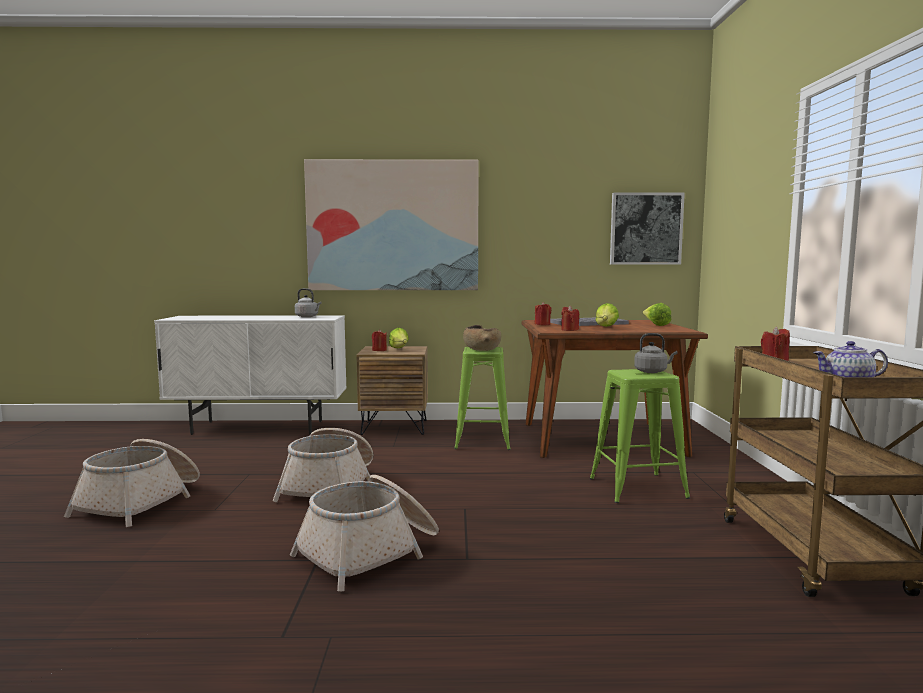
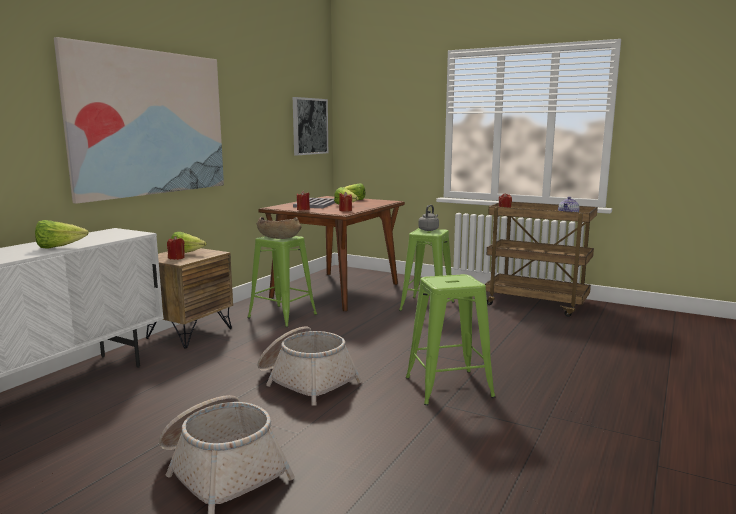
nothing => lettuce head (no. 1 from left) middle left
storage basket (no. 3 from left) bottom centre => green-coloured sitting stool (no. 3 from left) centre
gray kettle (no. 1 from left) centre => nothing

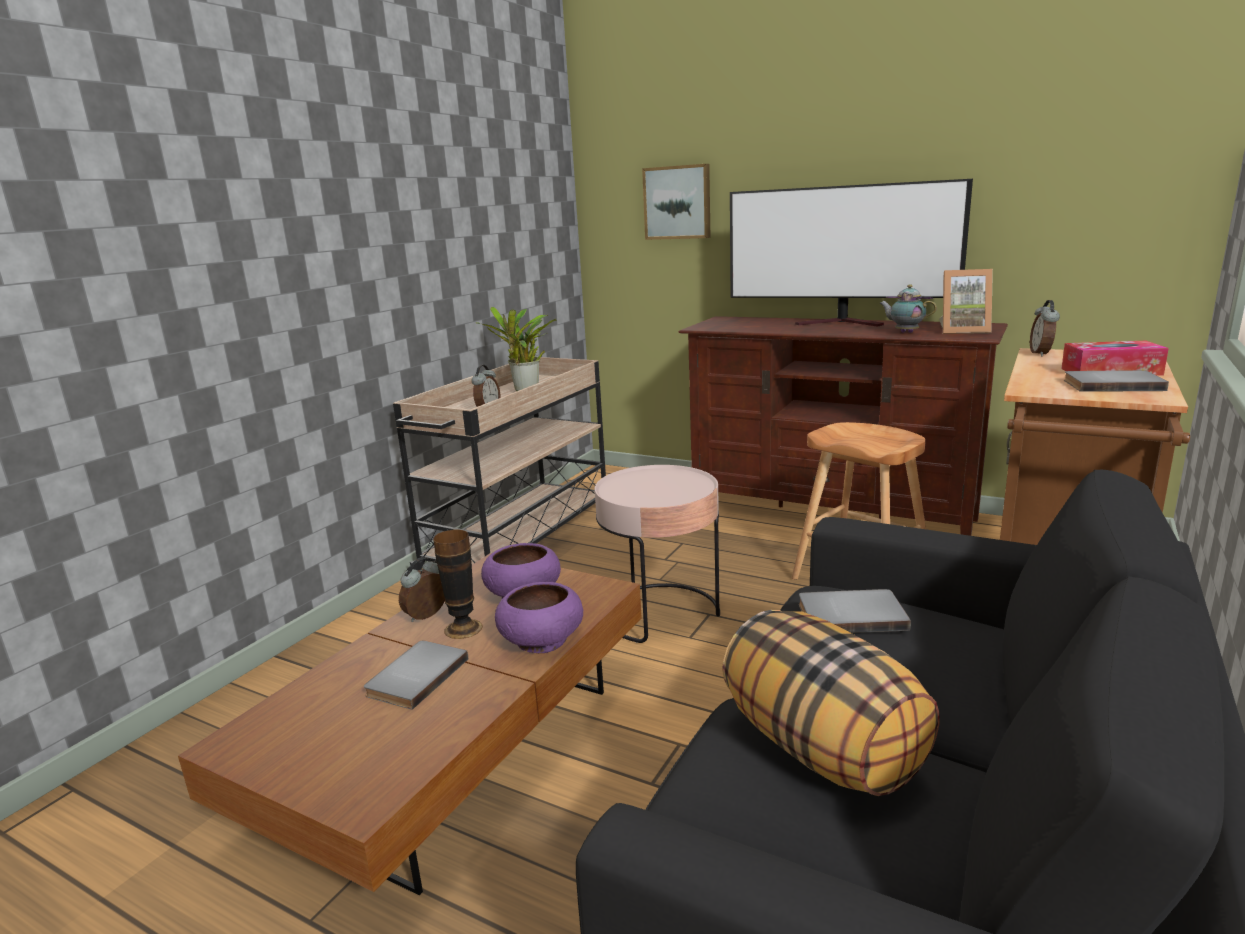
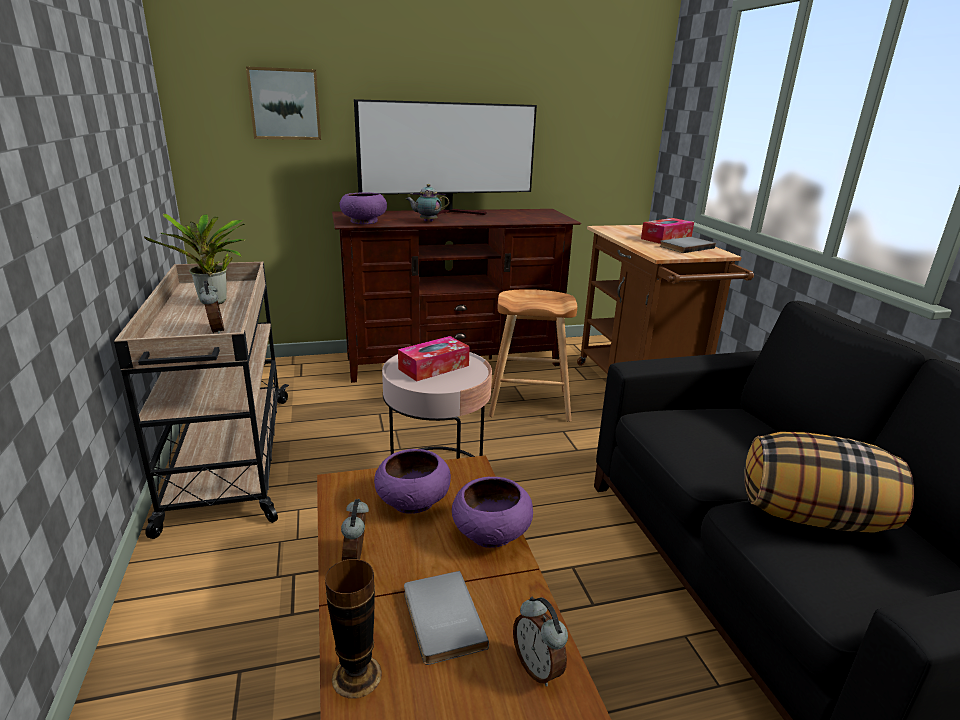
vase centre => vase bottom centre, relocated
nothing => purple-coloured deep dish (no. 1 from left) top centre
nothing => tissue holder (no. 1 from left) centre
tea pot top right => tea pot top centre, relocated
table clock (no. 3 from left) middle right => table clock (no. 3 from left) bottom centre, relocated
gray volume (no. 2 from left) middle right => nothing
standing frame top right => nothing

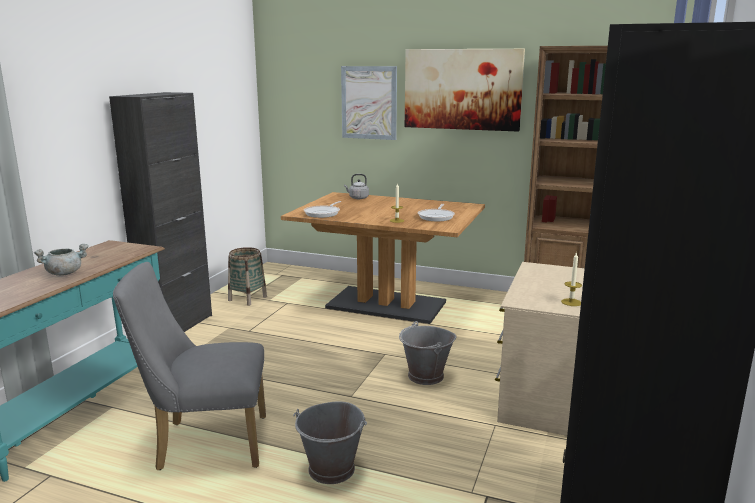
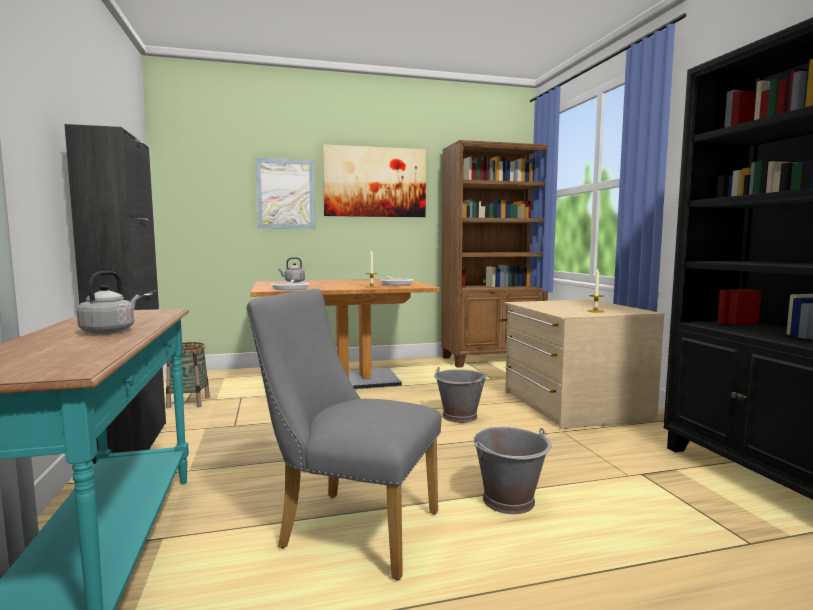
gray cooking pot middle left => gray kettle (no. 1 from left) middle left
gray chair bottom left => gray chair bottom centre, 60 degrees clockwise

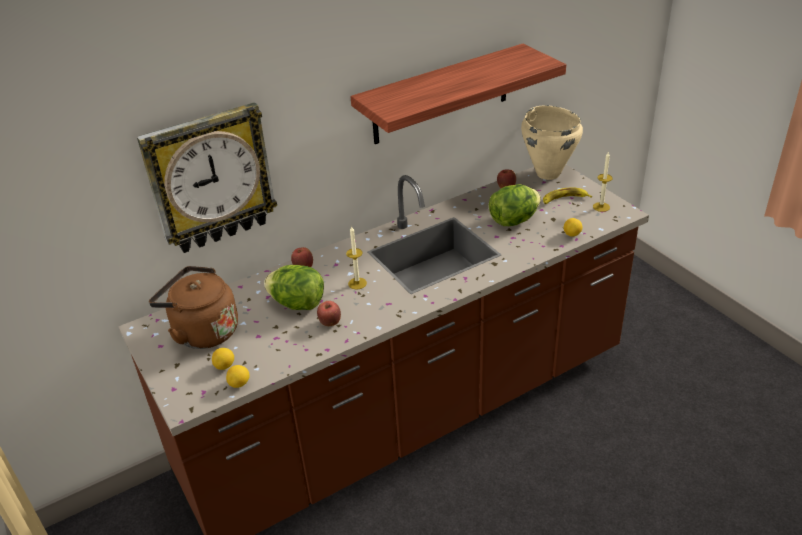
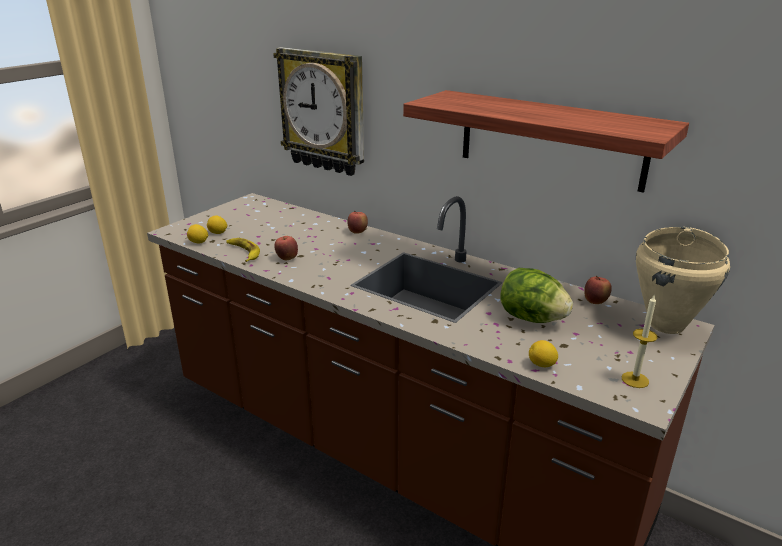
banana fruit middle right => banana fruit middle left, relocated
brown kettle middle left => nothing
lettuce head (no. 1 from left) centre => nothing
candle (no. 1 from left) centre => nothing

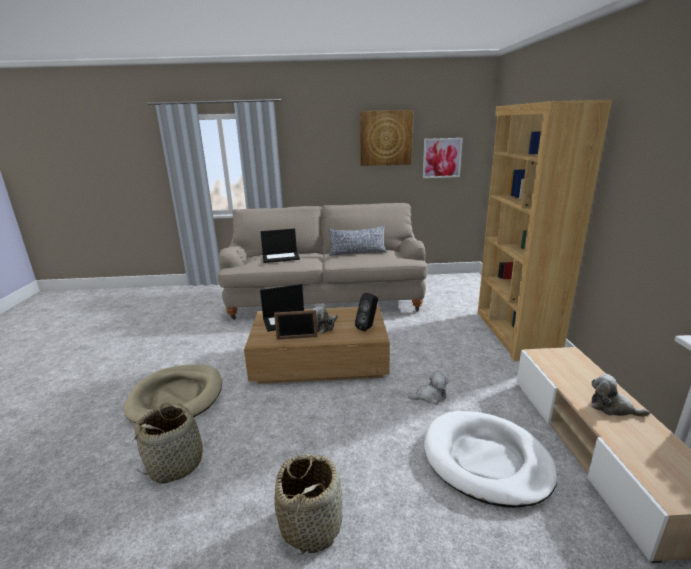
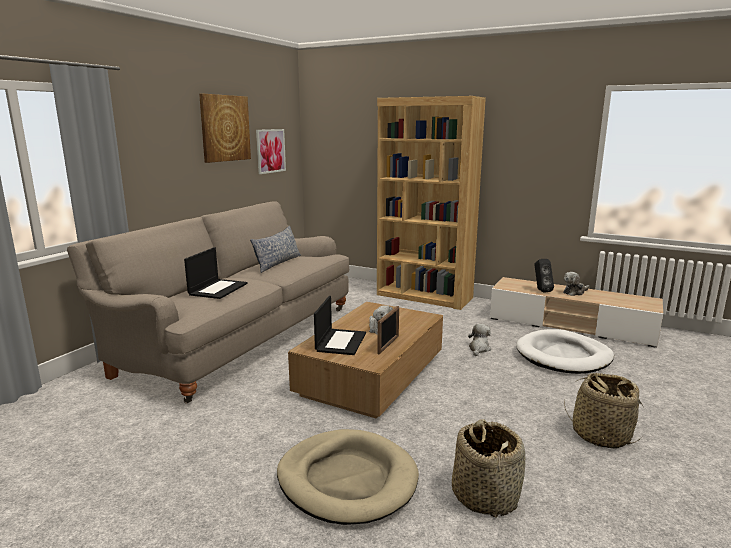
black audio speaker centre => black audio speaker middle right, relocated

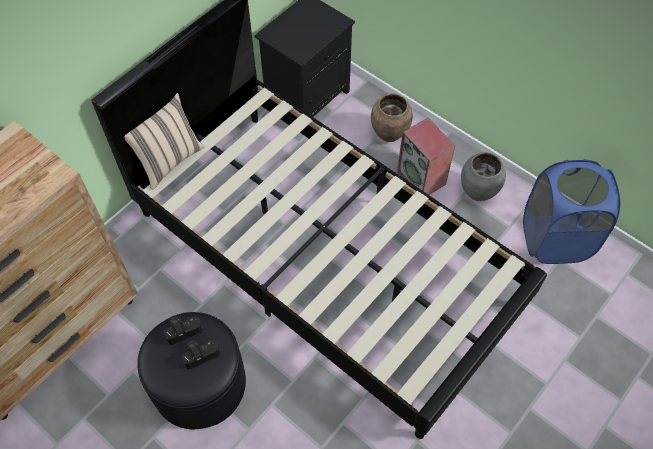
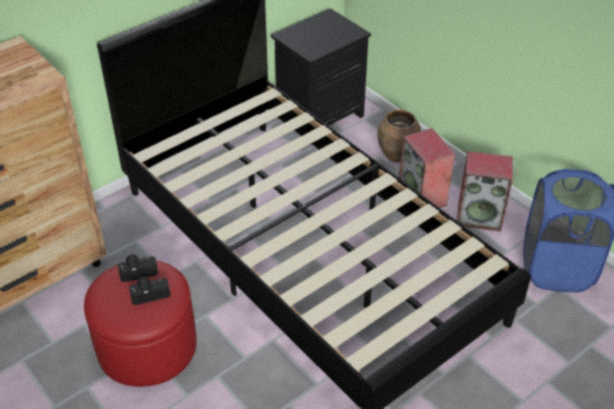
black pouffe bottom left => red-coloured pouffe bottom left
gray vase middle right => audio speaker (no. 2 from left) middle right
beige-coloured throw pillow top left => nothing

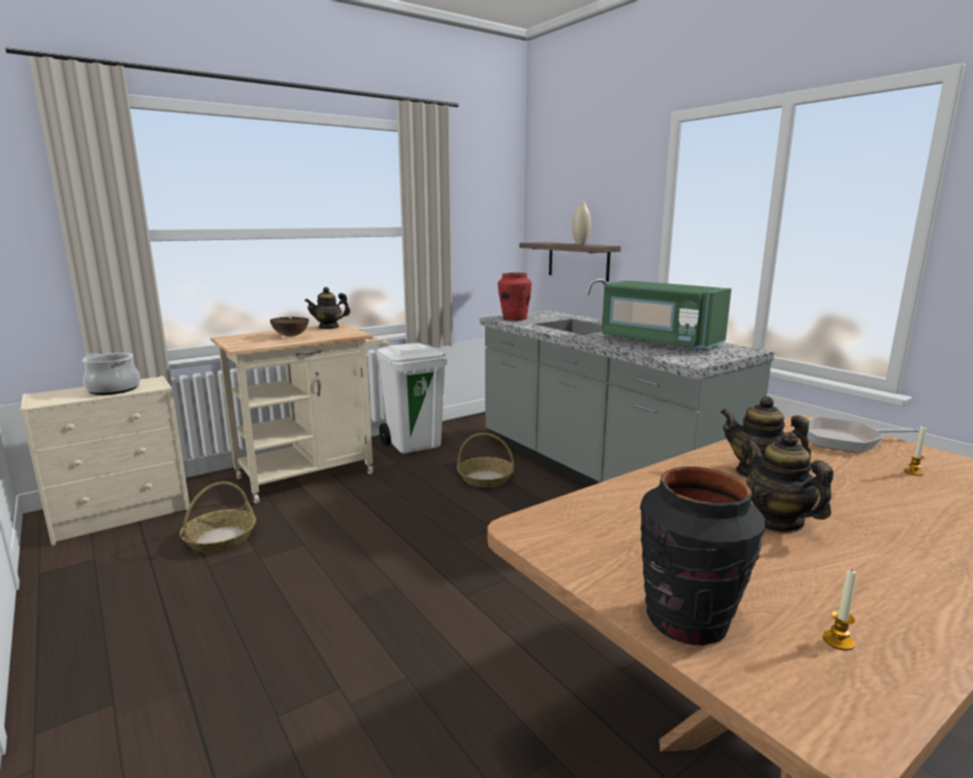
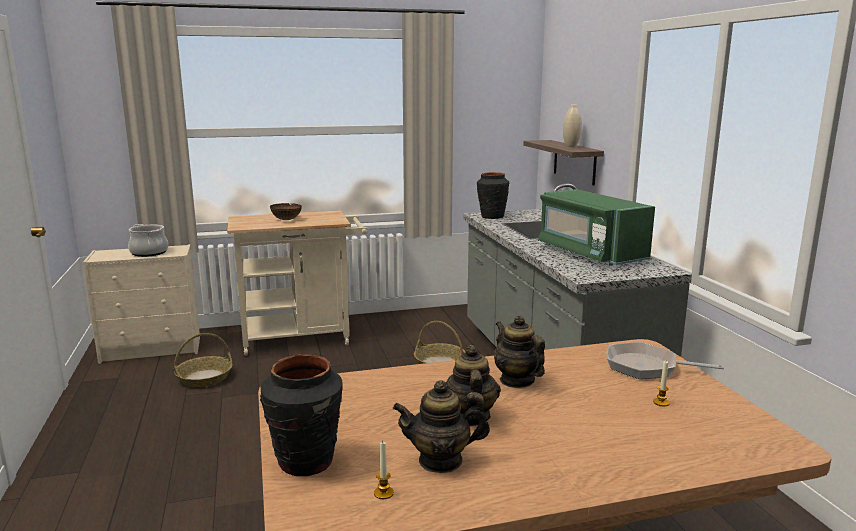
tea pot (no. 1 from left) centre => tea pot (no. 1 from left) bottom centre, relocated
red-coloured vase centre => black vase (no. 2 from left) centre
whitish waste bin centre => nothing

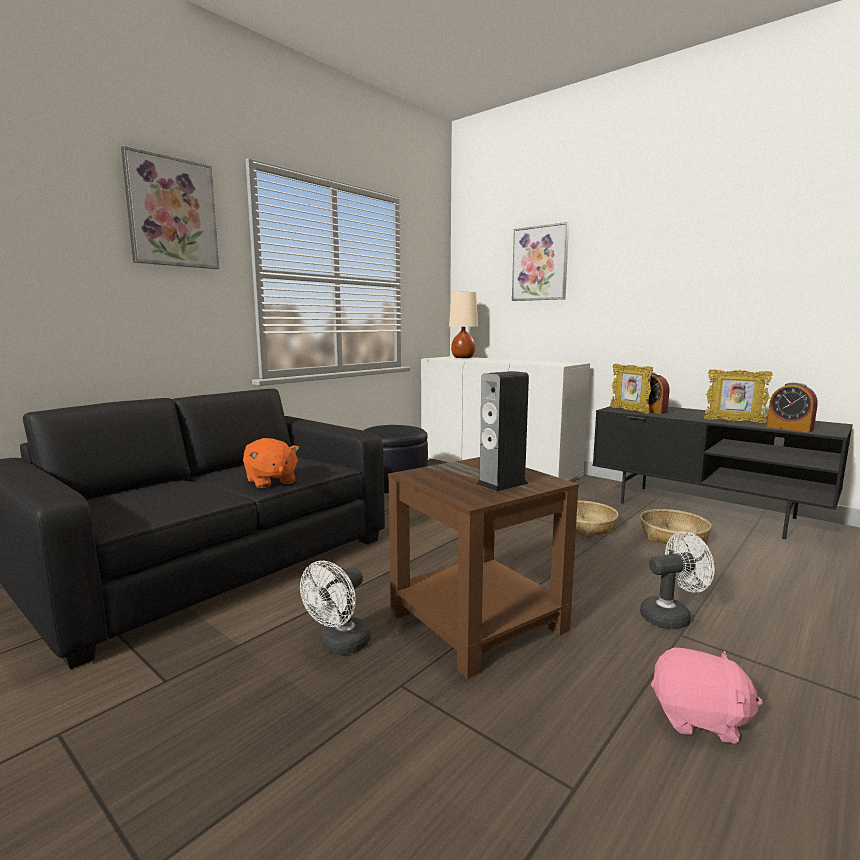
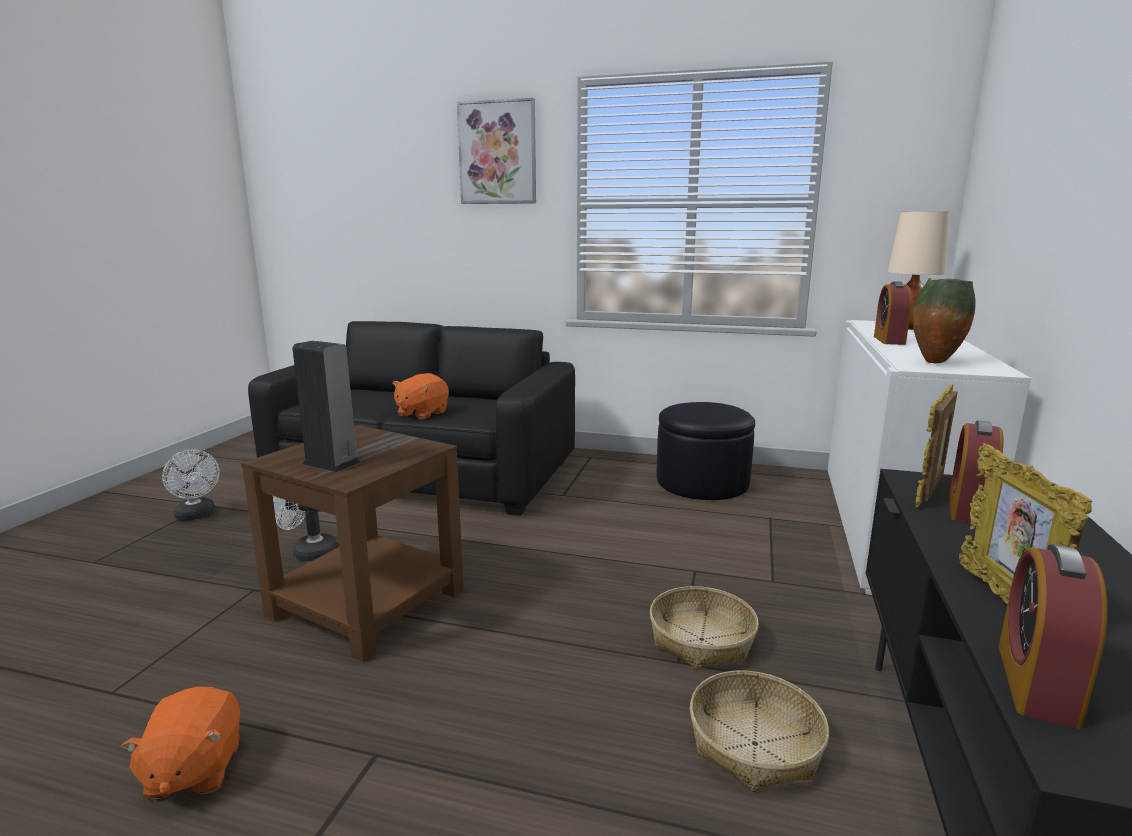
pink soft toy bottom right => orangey soft toy (no. 1 from left) bottom left
whitish fan (no. 2 from left in the first image) bottom right => whitish fan (no. 1 from left) middle left, relocated
nothing => table clock (no. 1 from left) middle right
nothing => vase middle right
wall art (no. 2 from left) top centre => nothing

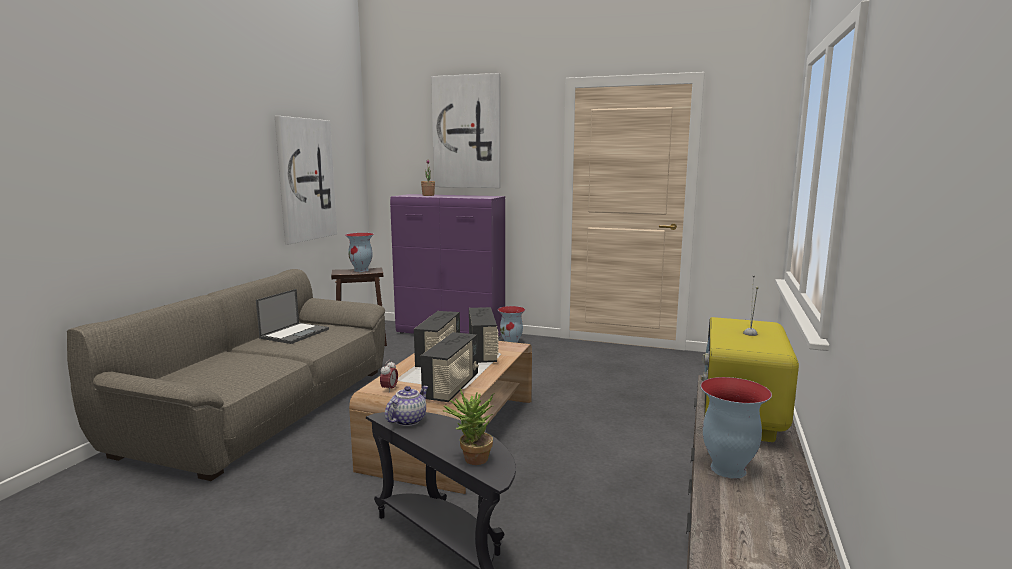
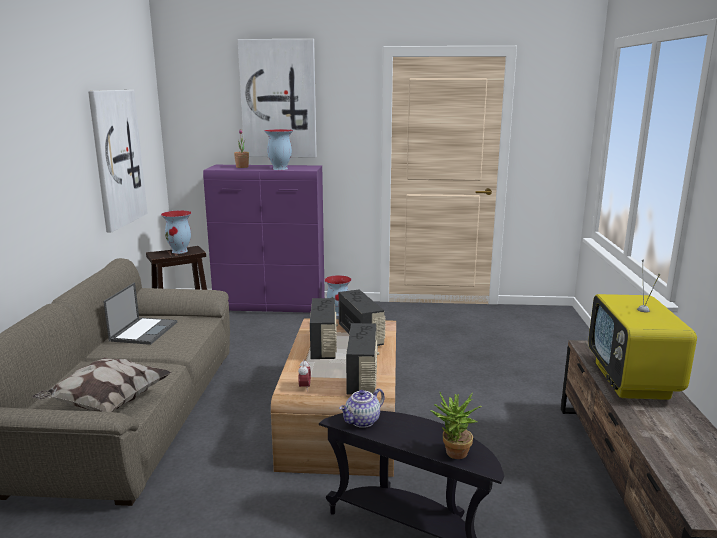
nothing => throw pillow bottom left
vase (no. 3 from left in the first image) bottom right => vase (no. 2 from left) top centre, relocated
tea pot bottom centre, 150 degrees counterclockwise

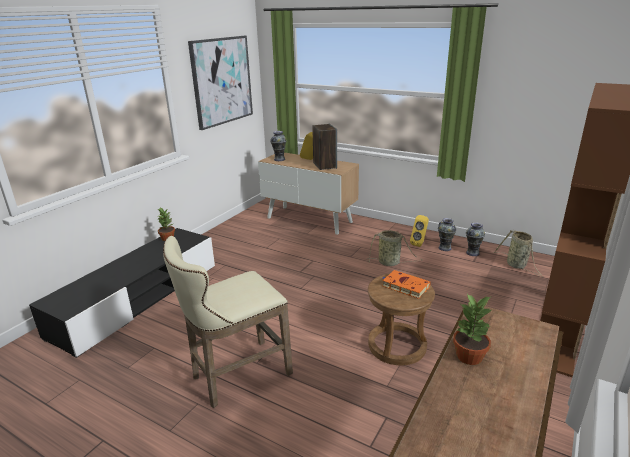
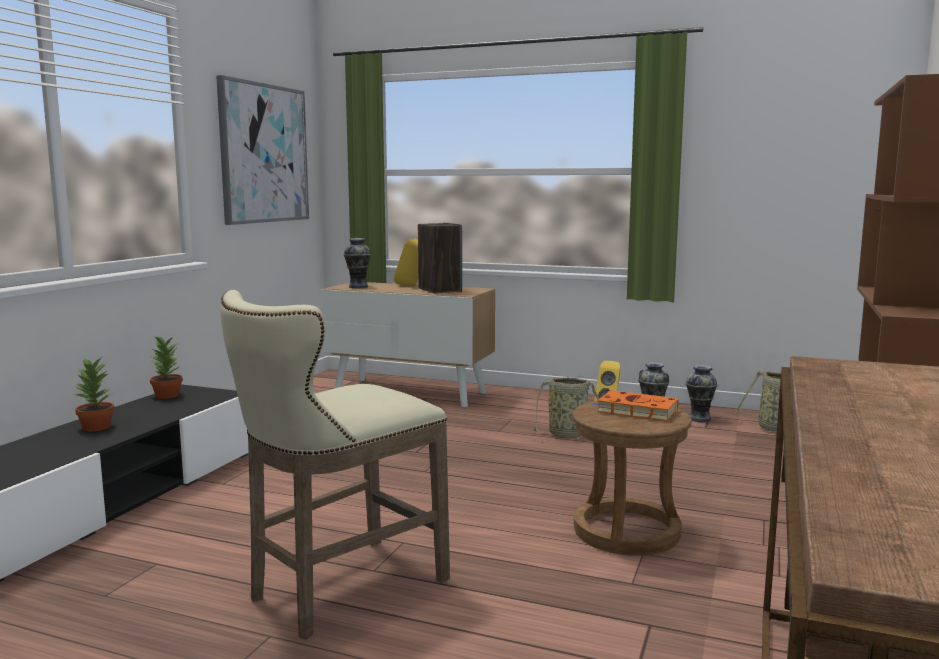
plant in a pot (no. 2 from left in the first image) bottom right => plant in a pot (no. 1 from left) middle left, relocated

